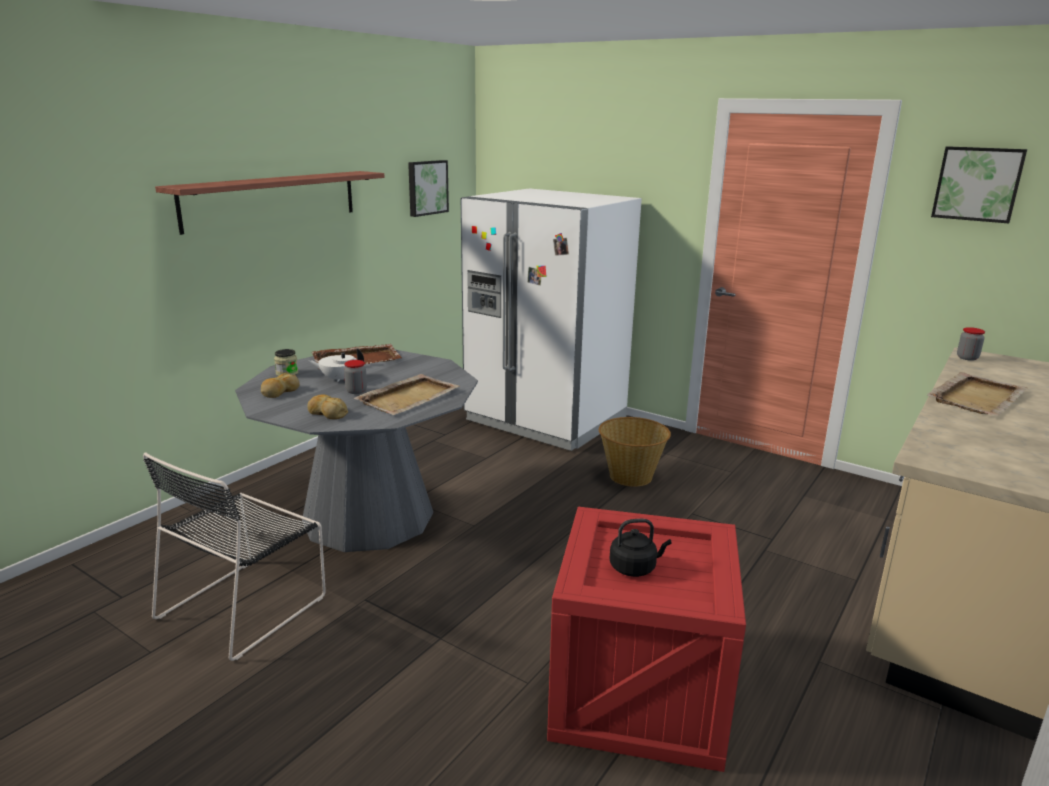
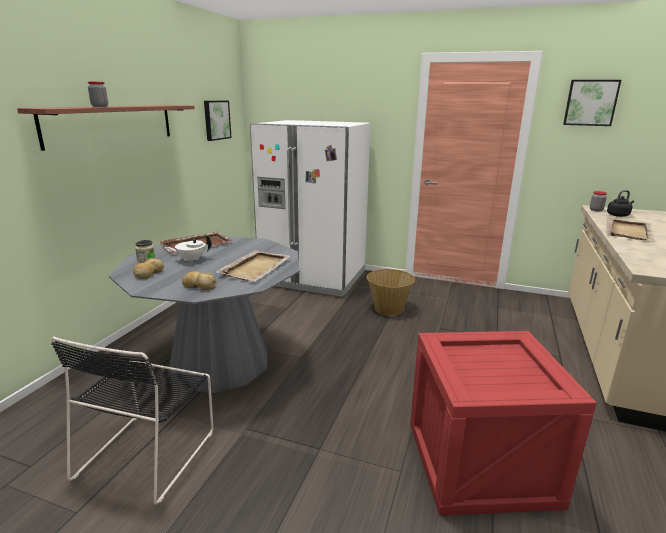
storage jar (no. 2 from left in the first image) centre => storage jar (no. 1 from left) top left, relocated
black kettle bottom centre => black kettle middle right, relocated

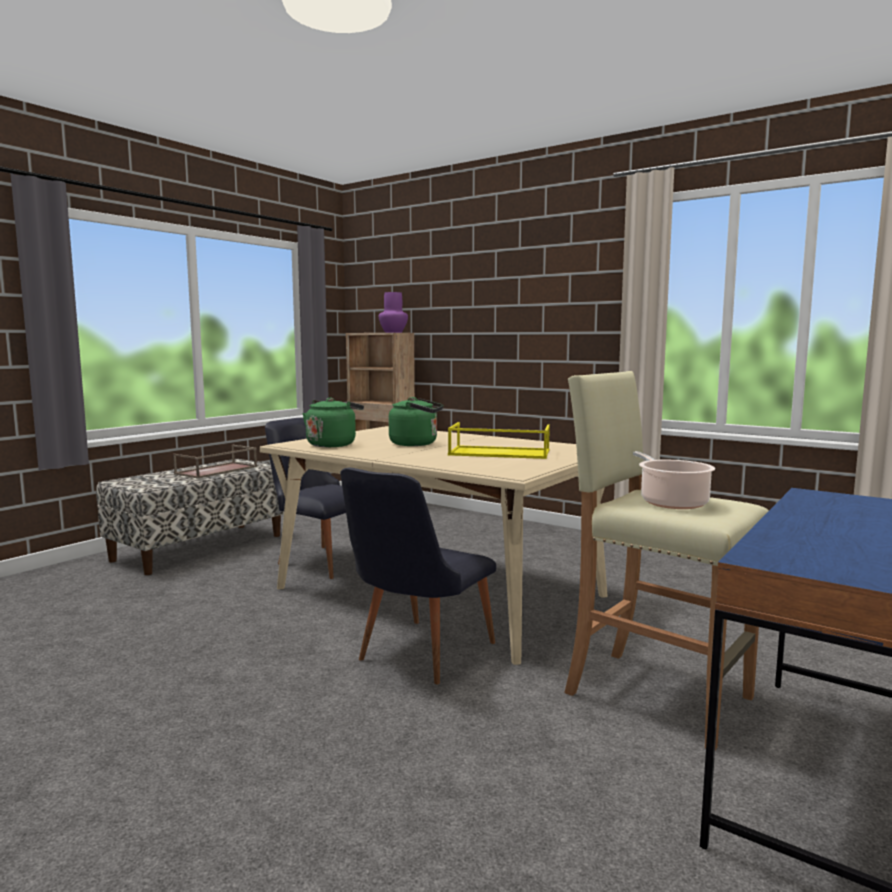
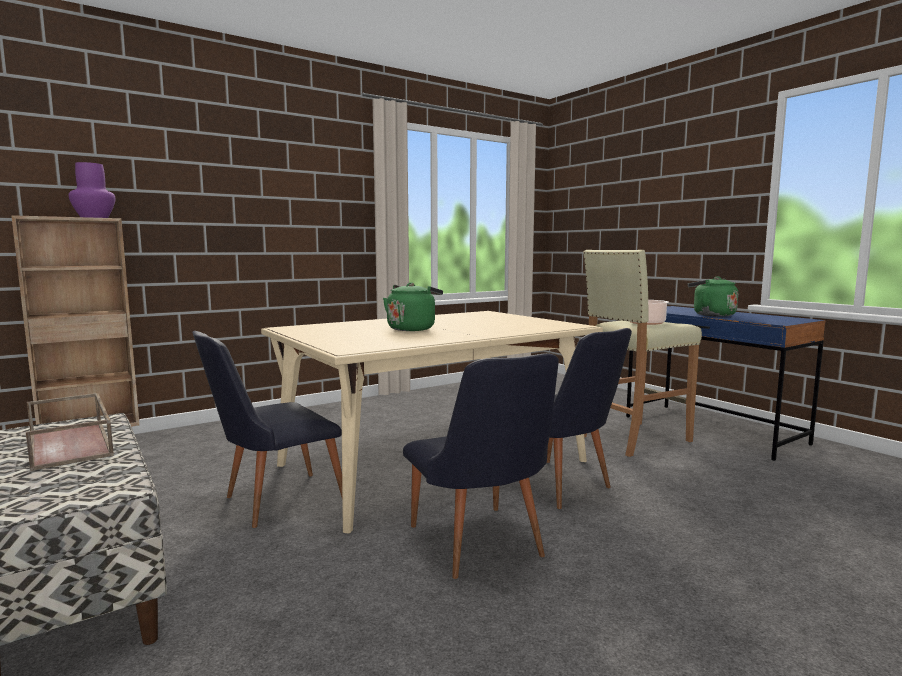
nothing => black chair (no. 2 from left) bottom centre
green-coloured kettle (no. 1 from left in the first image) centre => green-coloured kettle (no. 2 from left) middle right, relocated
yellow serving tray centre => nothing

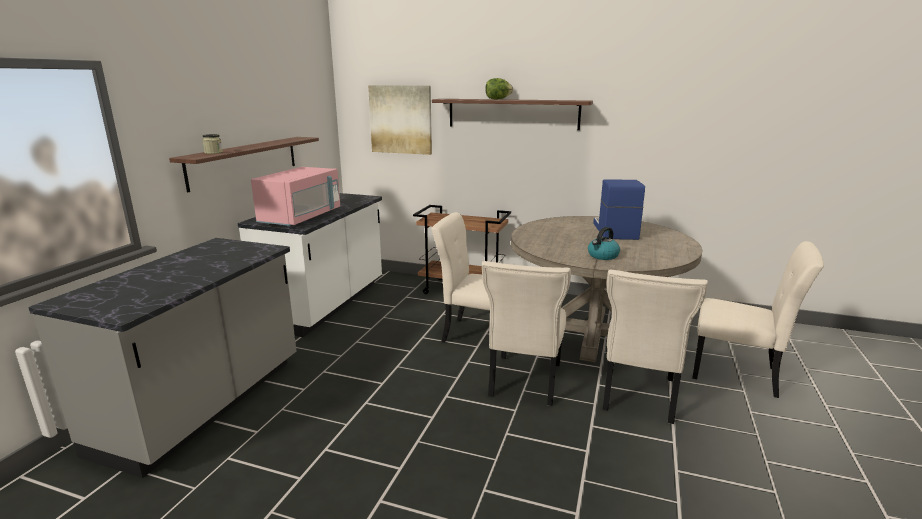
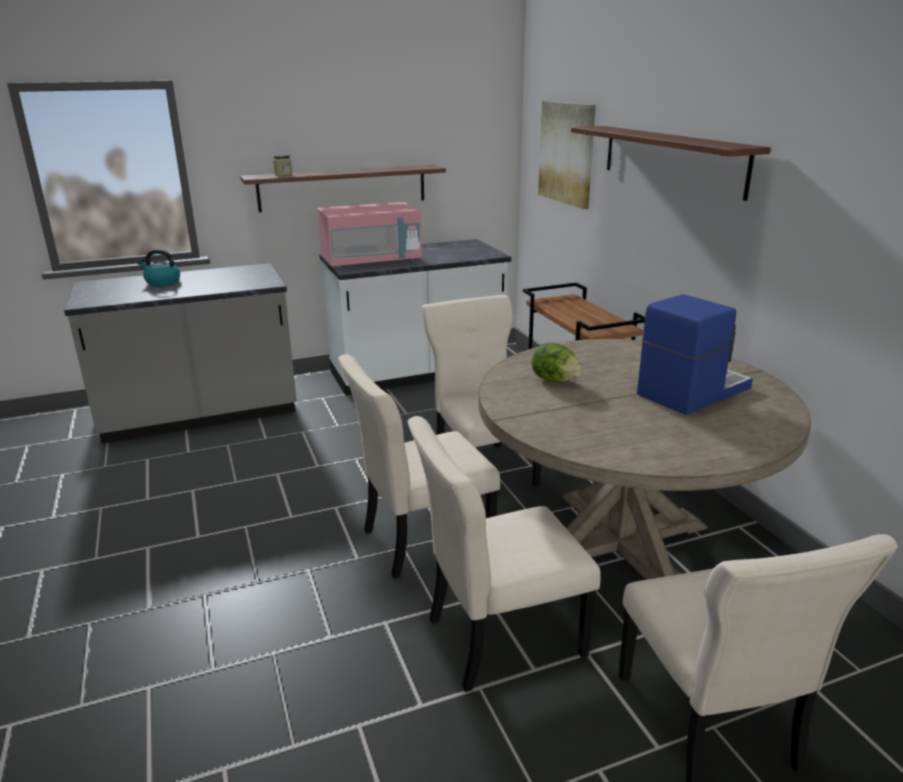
kettle centre => kettle middle left, relocated
lettuce head top centre => lettuce head centre, relocated

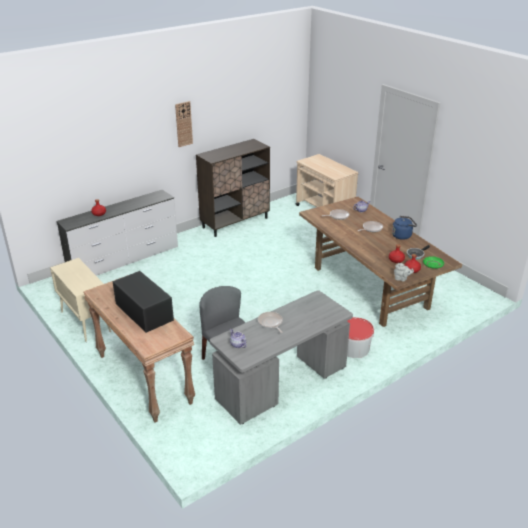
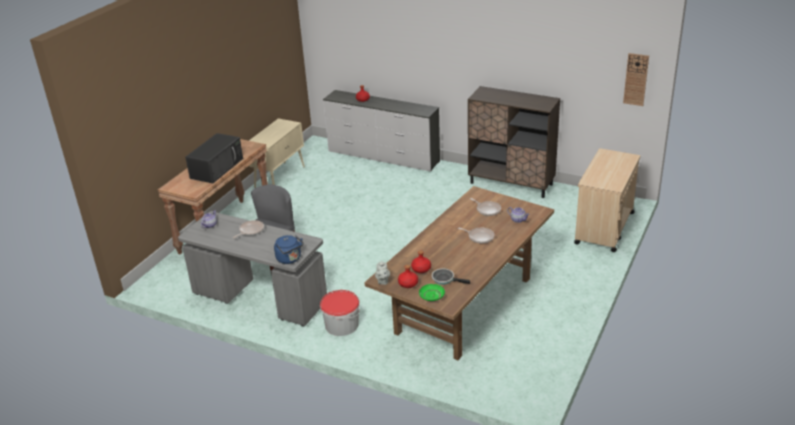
bluish kettle middle right => bluish kettle centre, relocated
hanging clock top centre => hanging clock top right, relocated

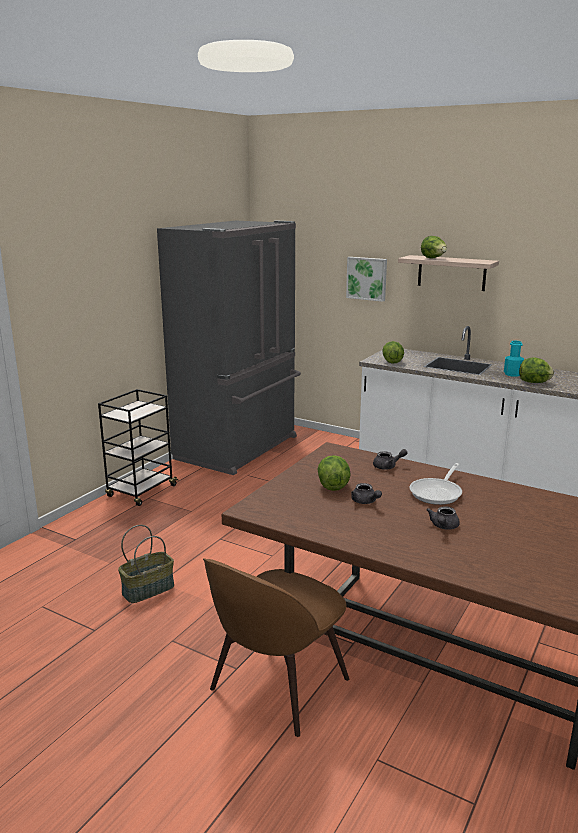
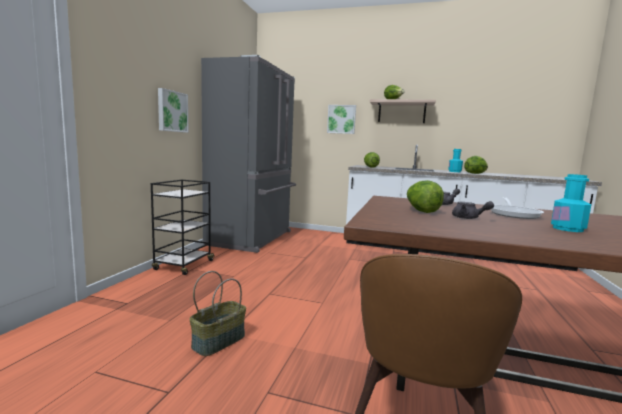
nothing => wall art (no. 1 from left) top left
gray tea pot (no. 3 from left) middle right => turquoise-coloured drink bottle (no. 2 from left) middle right

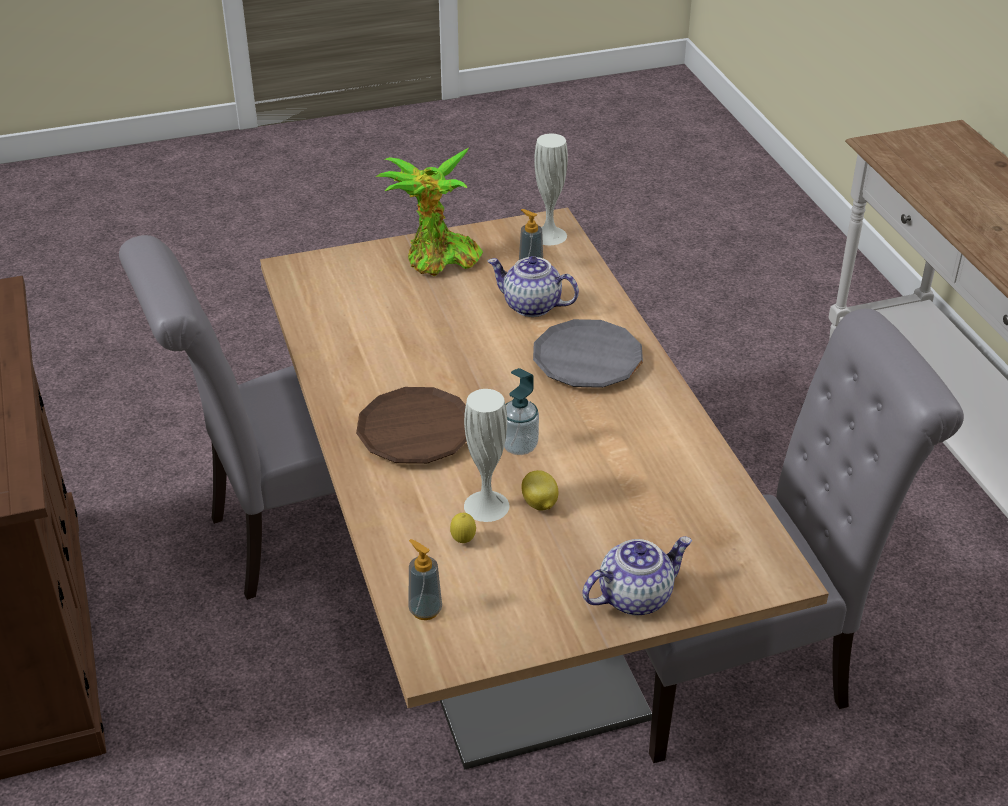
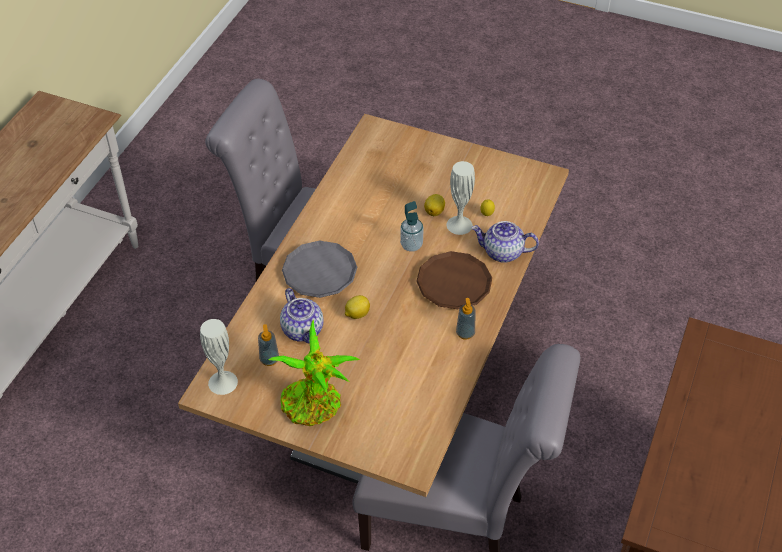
nothing => citrus fruit (no. 1 from left) centre
soap dispenser (no. 1 from left in the first image) bottom centre => soap dispenser (no. 3 from left) centre, relocated
tea pot (no. 2 from left) bottom centre => tea pot (no. 2 from left) centre, relocated

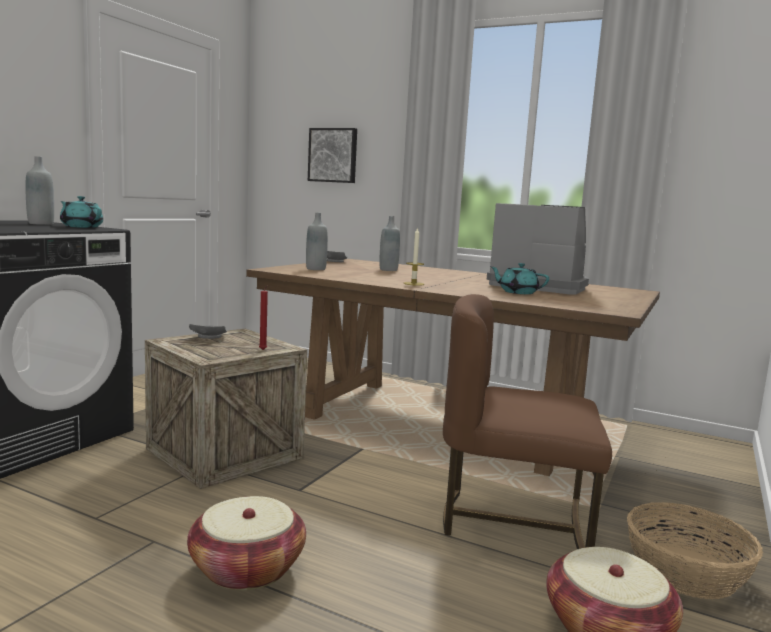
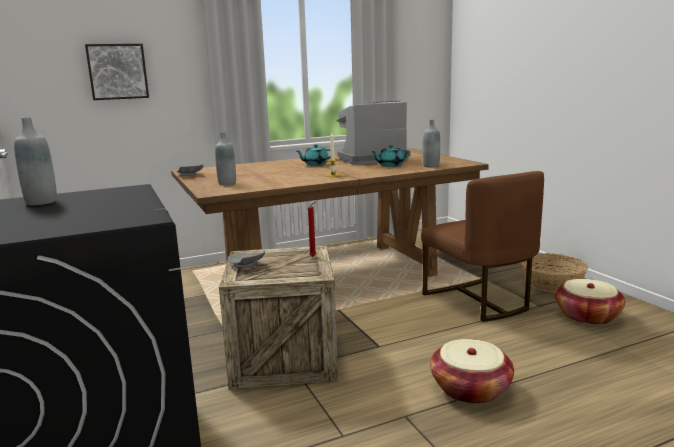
turquoise-coloured tea pot (no. 1 from left) middle left => turquoise-coloured tea pot (no. 1 from left) centre, relocated
brown chair middle right, 75 degrees counterclockwise
gray drink bottle (no. 3 from left) centre => gray drink bottle (no. 3 from left) top centre, relocated

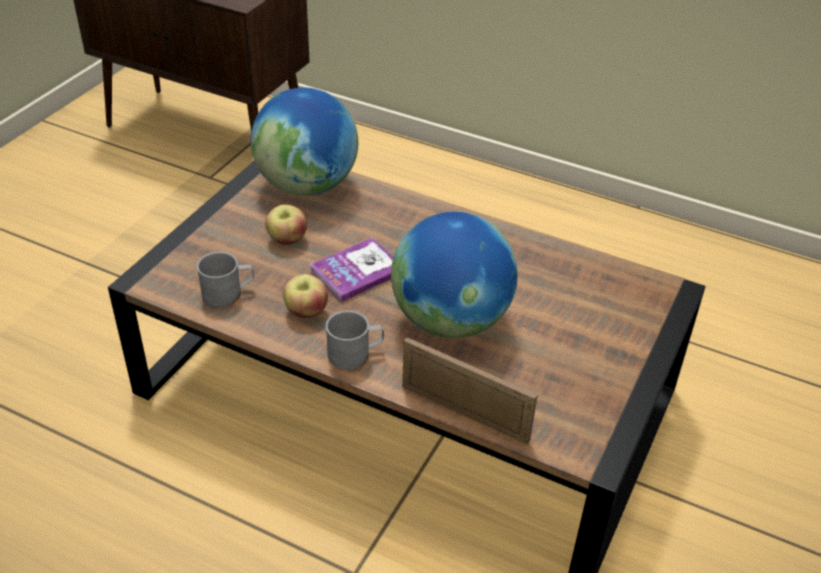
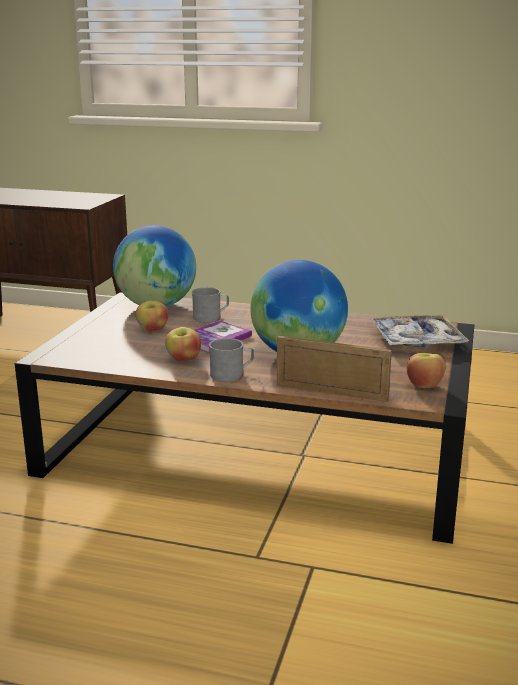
gray coffee mug (no. 1 from left) middle left => gray coffee mug (no. 1 from left) centre, relocated
nothing => serving tray middle right
nothing => whole apple (no. 3 from left) middle right

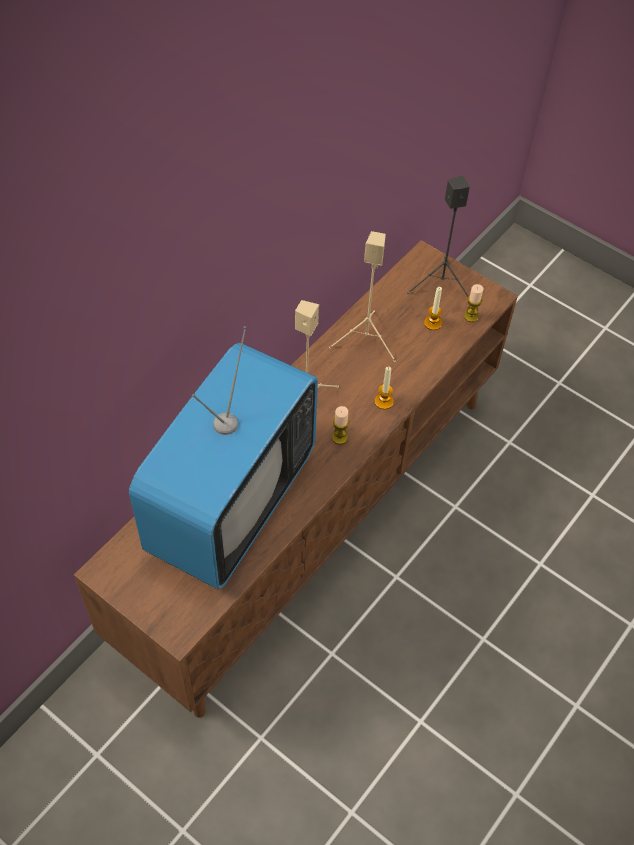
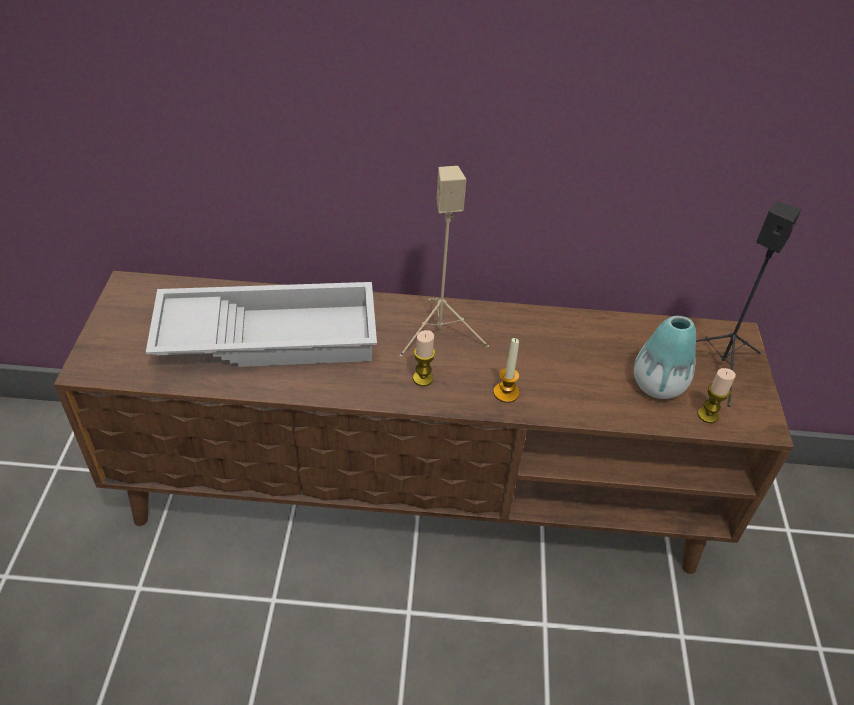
television centre => whitish serving tray middle left
candle (no. 3 from left) middle right => vase middle right
beige-coloured audio speaker (no. 2 from left) centre => nothing

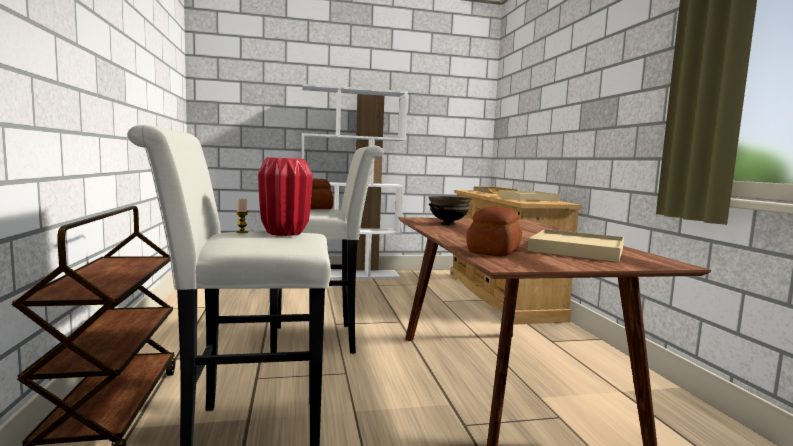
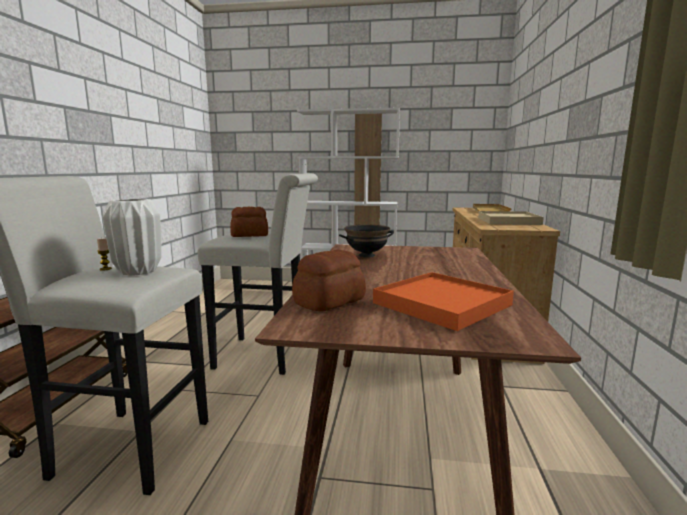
red-coloured vase centre => whitish vase middle left
beige-coloured serving tray (no. 3 from left) middle right => orangey serving tray centre

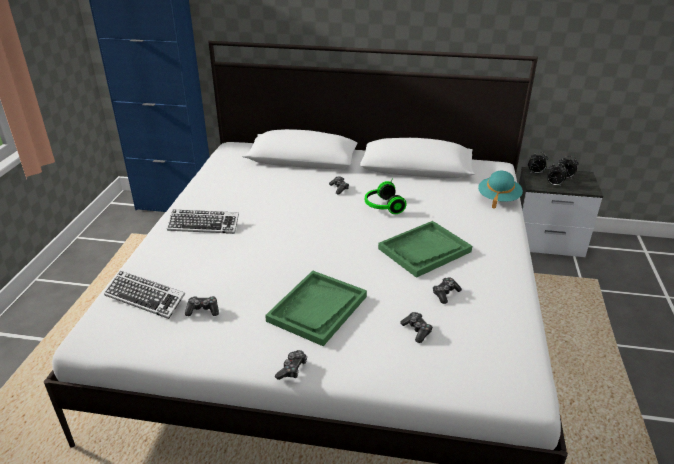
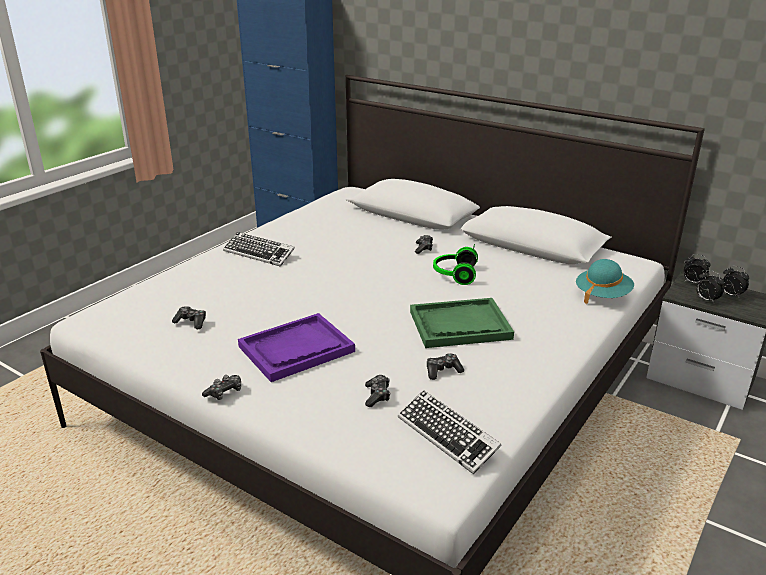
green-coloured serving tray (no. 1 from left) centre => purple-coloured serving tray centre
computer keyboard (no. 1 from left in the first image) middle left => computer keyboard (no. 2 from left) bottom centre, relocated

